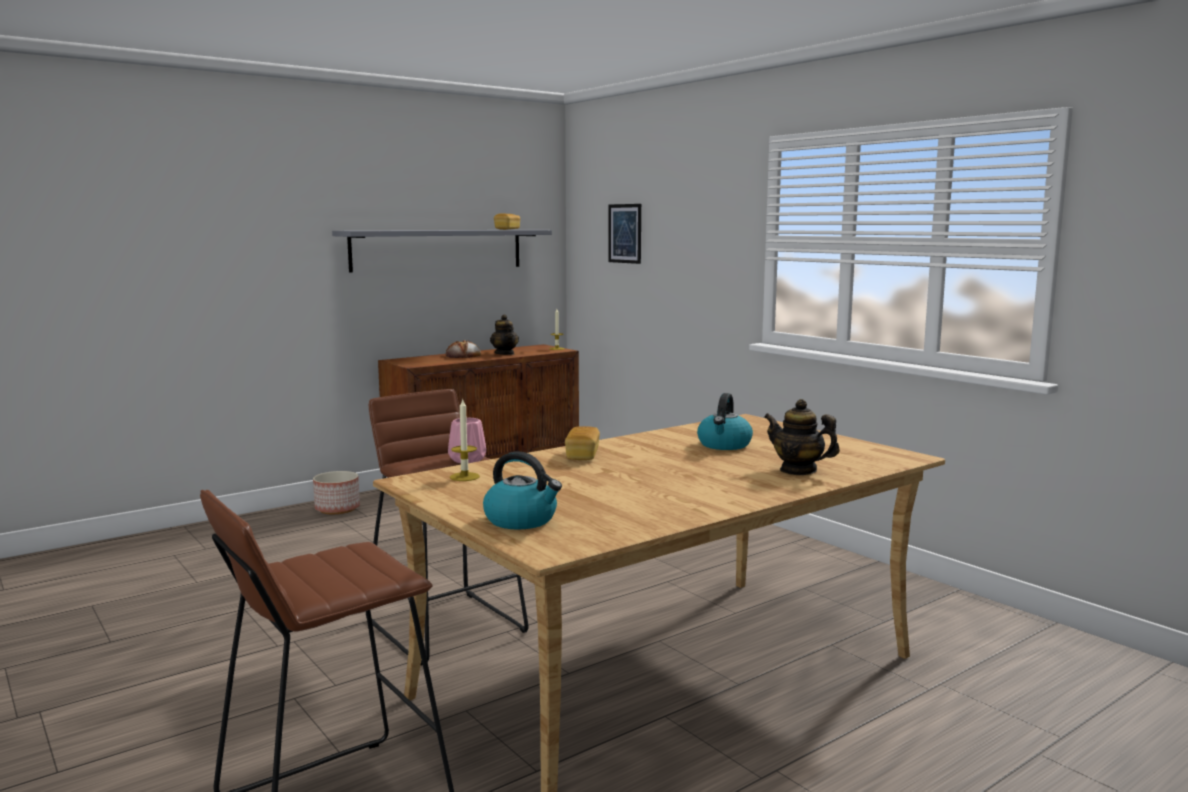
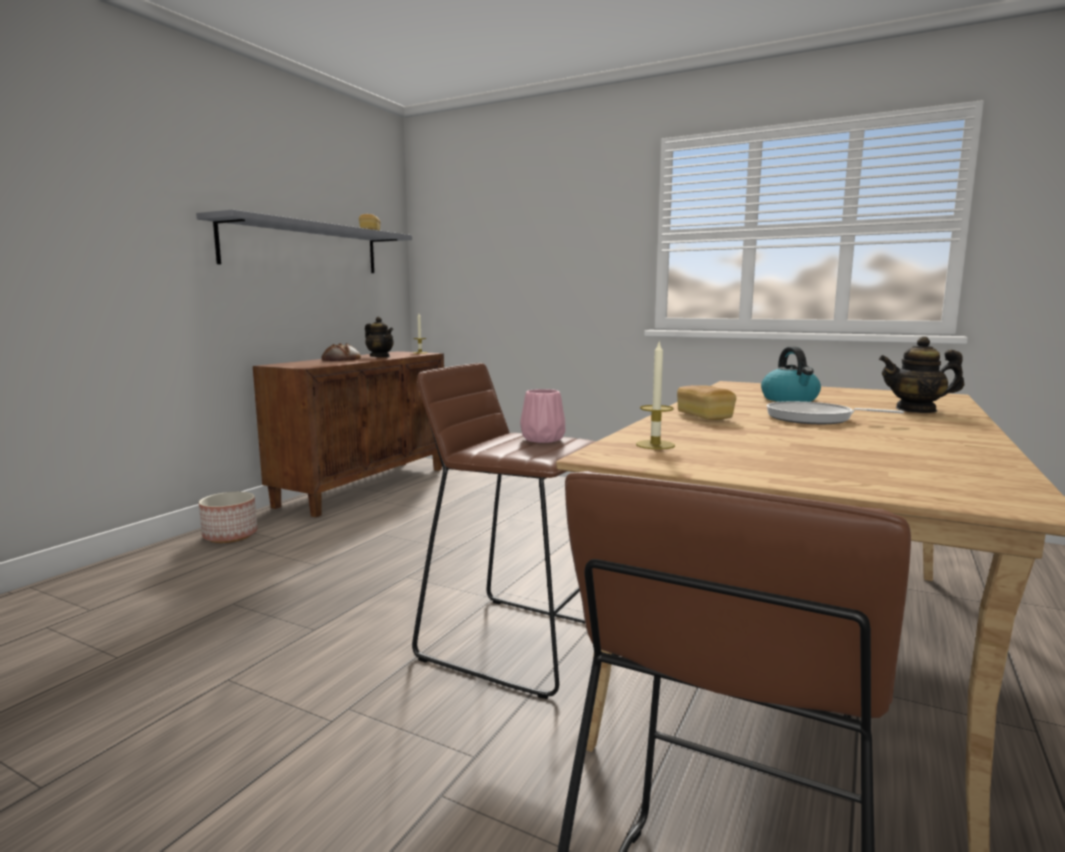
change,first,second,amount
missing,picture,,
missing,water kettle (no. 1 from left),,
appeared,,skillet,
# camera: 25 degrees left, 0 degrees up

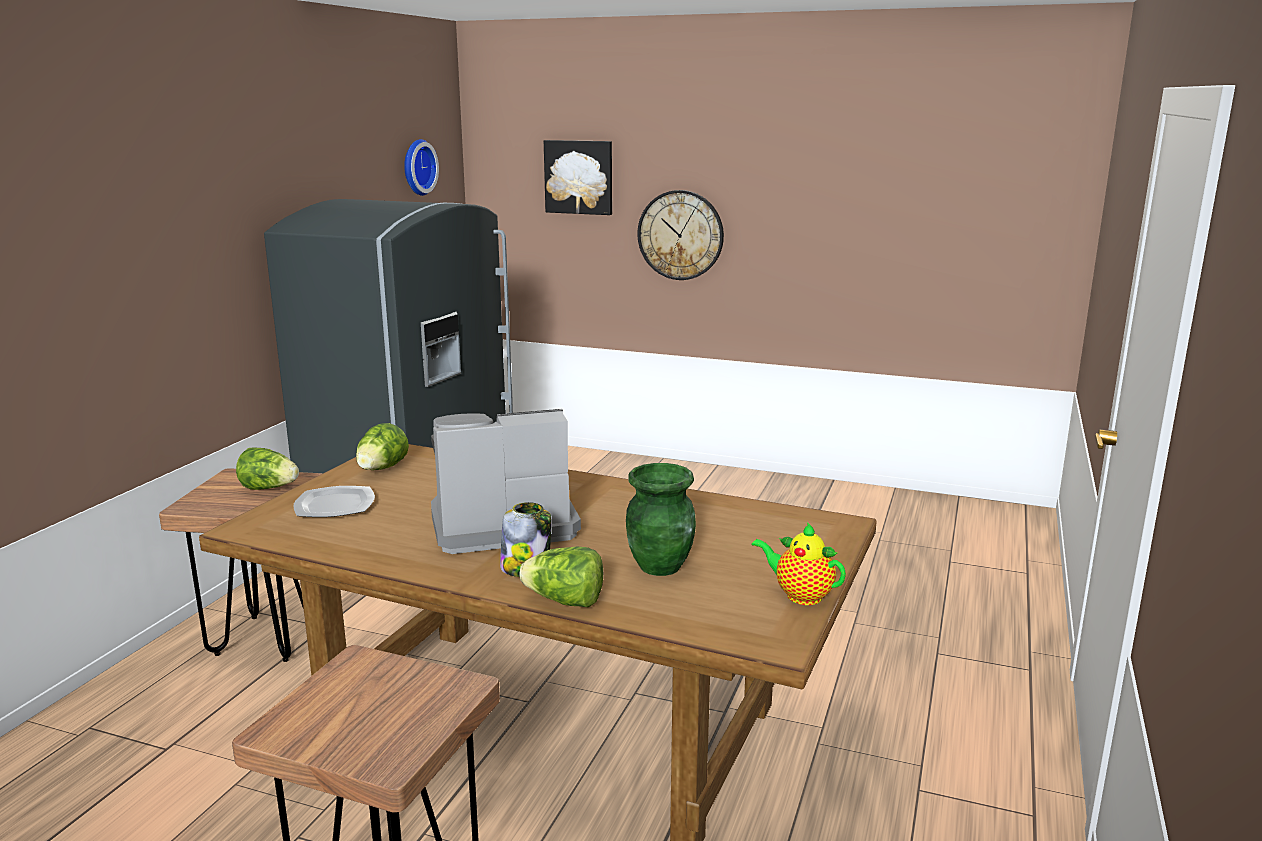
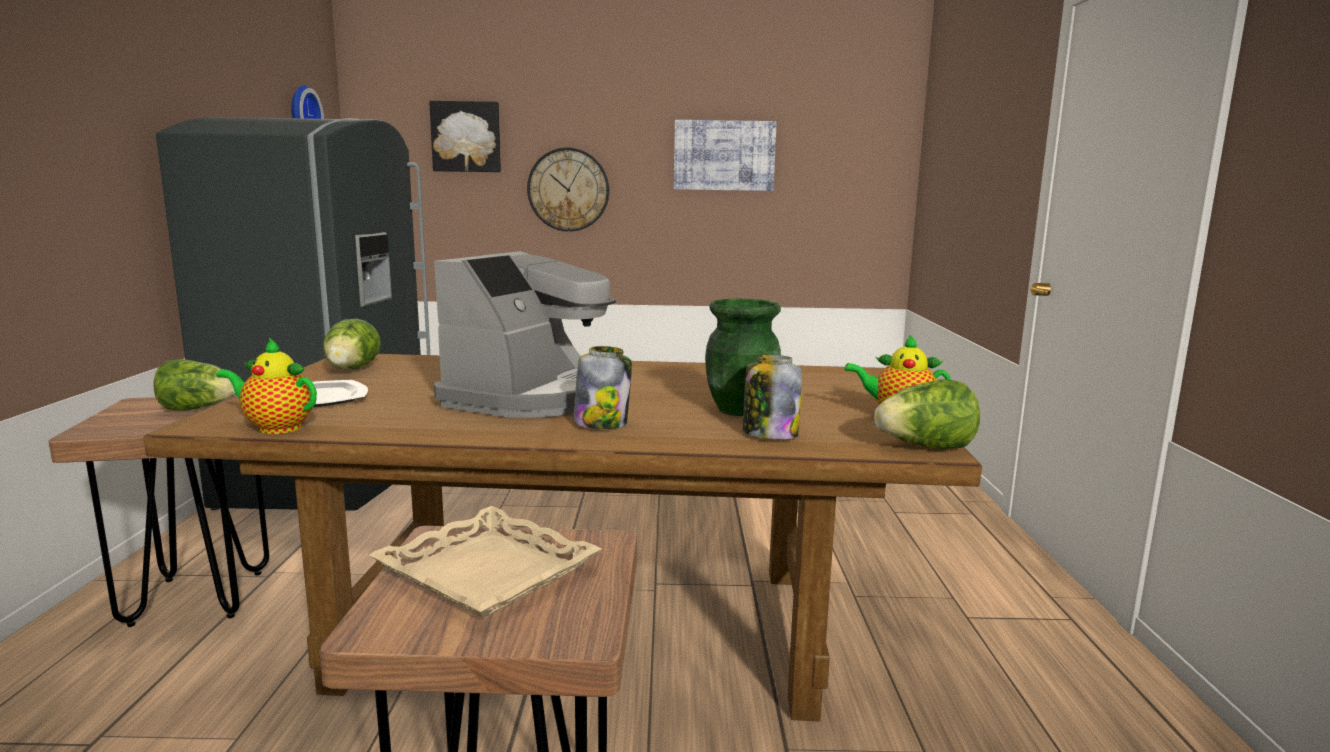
change,first,second,amount
spun,coffee machine,,150 degrees clockwise
relocated,lettuce head (no. 3 from left),,
appeared,,picture (no. 2 from left),
appeared,,pot for tea (no. 1 from left),
appeared,,storage jar (no. 2 from left),
appeared,,sand-coloured serving tray,
# camera: 20 degrees left, 5 degrees down

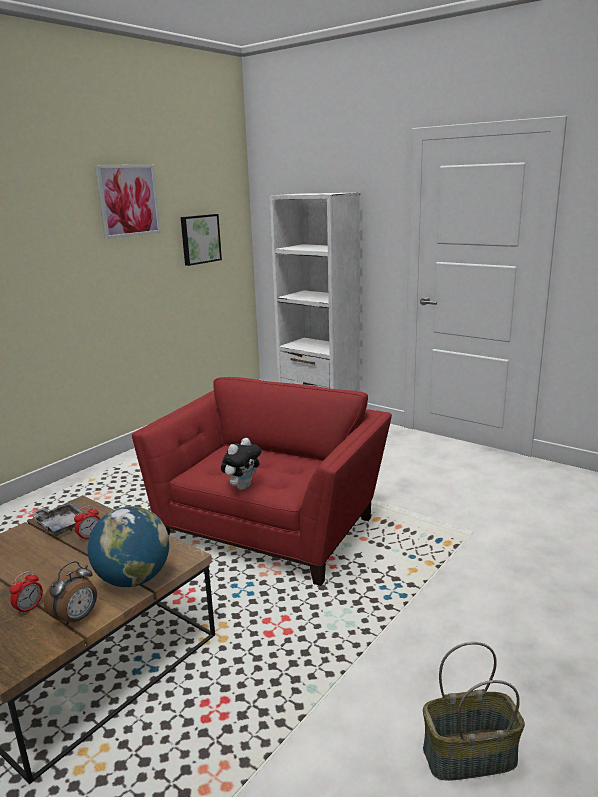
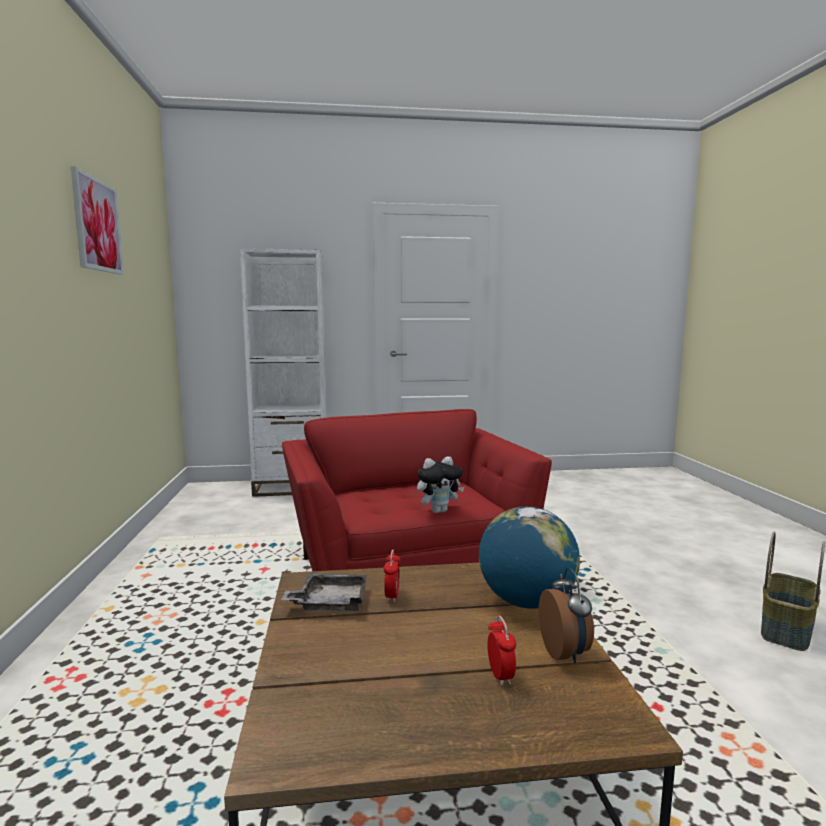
change,first,second,amount
missing,picture (no. 2 from left),,
spun,soft toy,,75 degrees clockwise
# camera: 45 degrees left, 10 degrees down

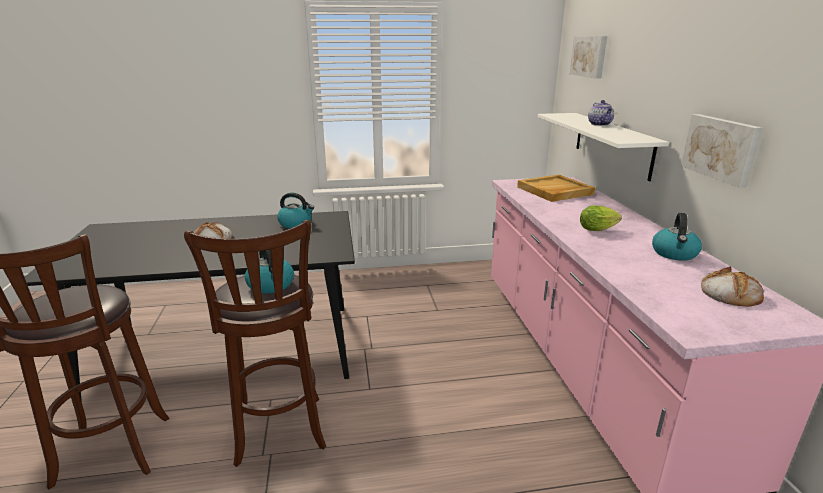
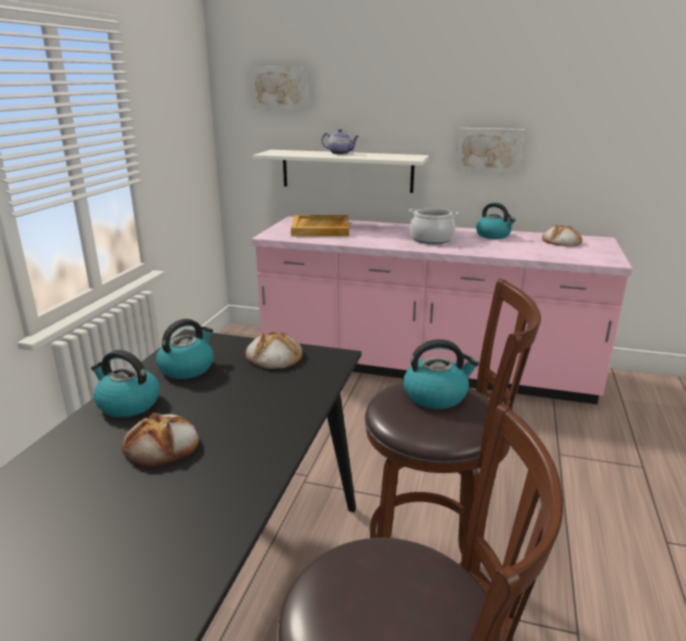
change,first,second,amount
exchanged,lettuce head,stockpot,
appeared,,bakery bread (no. 2 from left),
appeared,,water kettle (no. 1 from left),
# camera: 65 degrees left, 0 degrees up

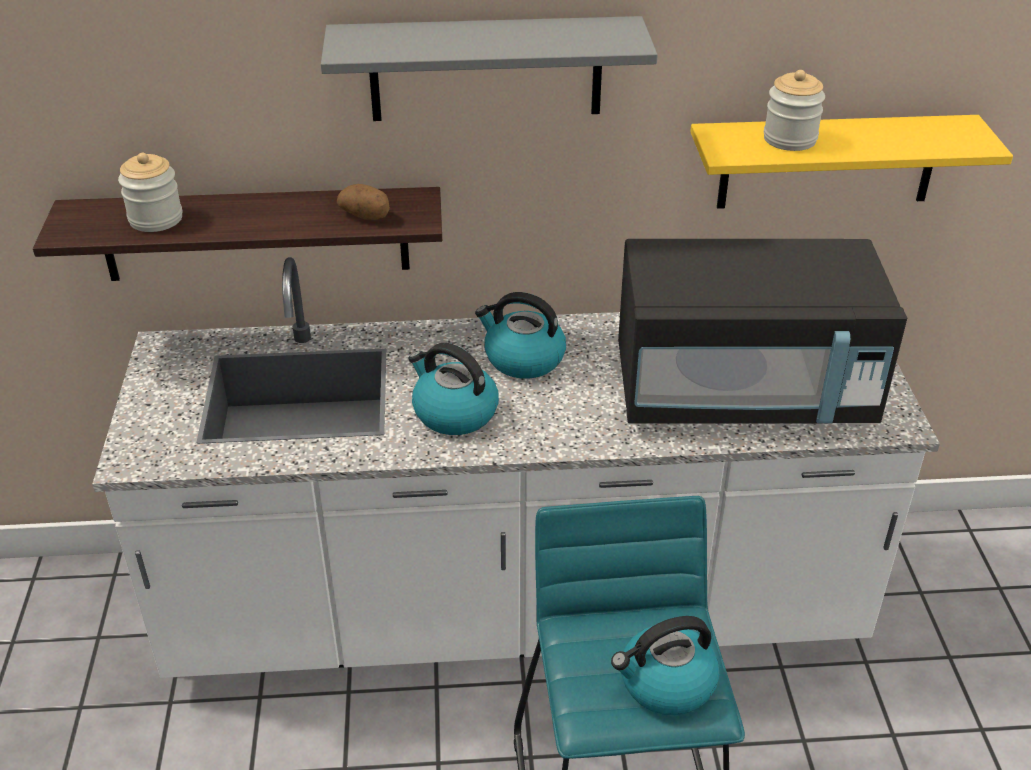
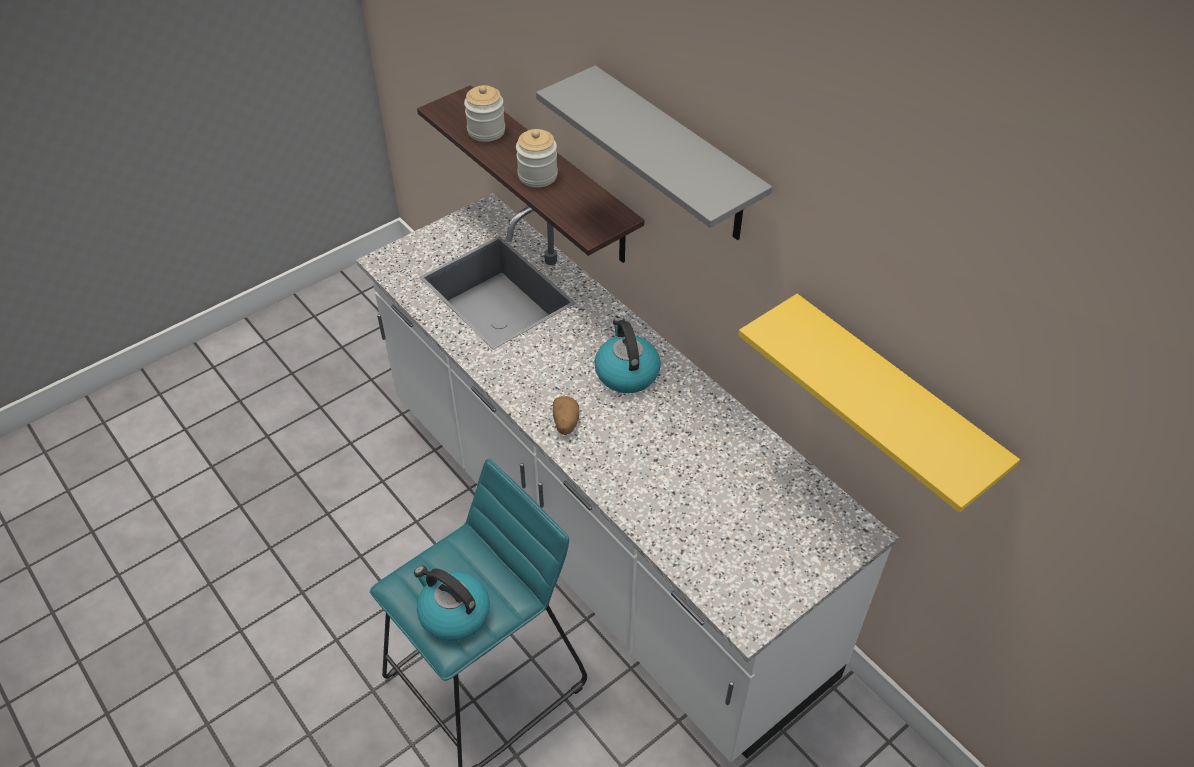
change,first,second,amount
relocated,storage jar (no. 2 from left),,
relocated,spud,,
missing,black kitchen microwave,,
missing,water kettle (no. 1 from left),,
# camera: 55 degrees right, 10 degrees up

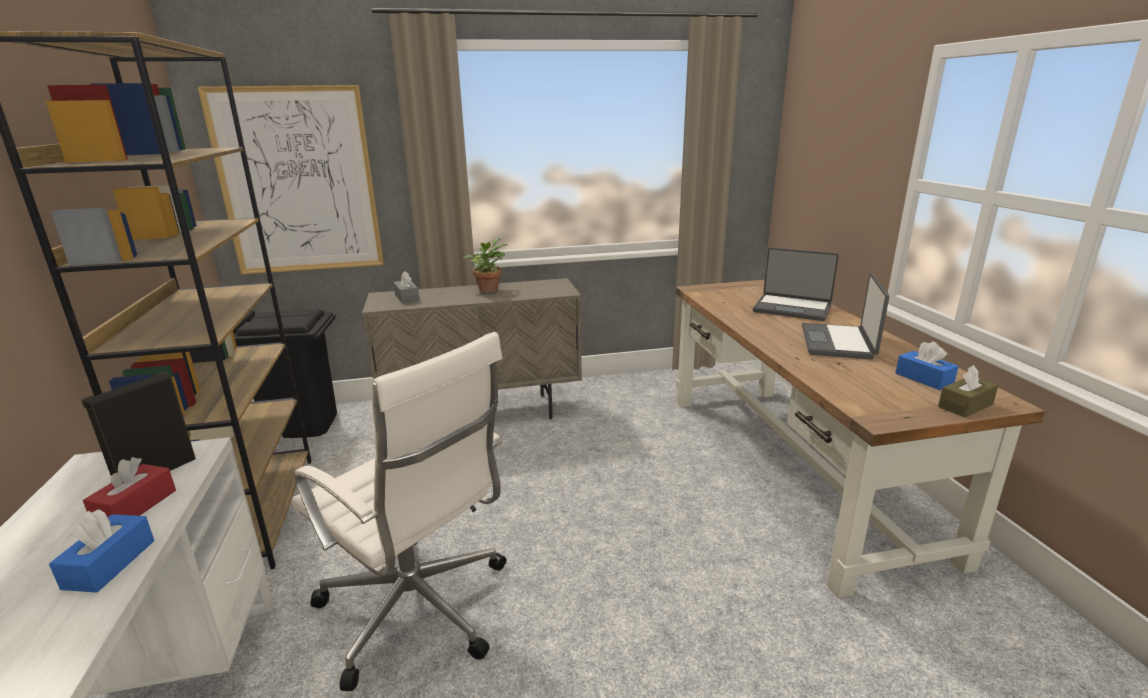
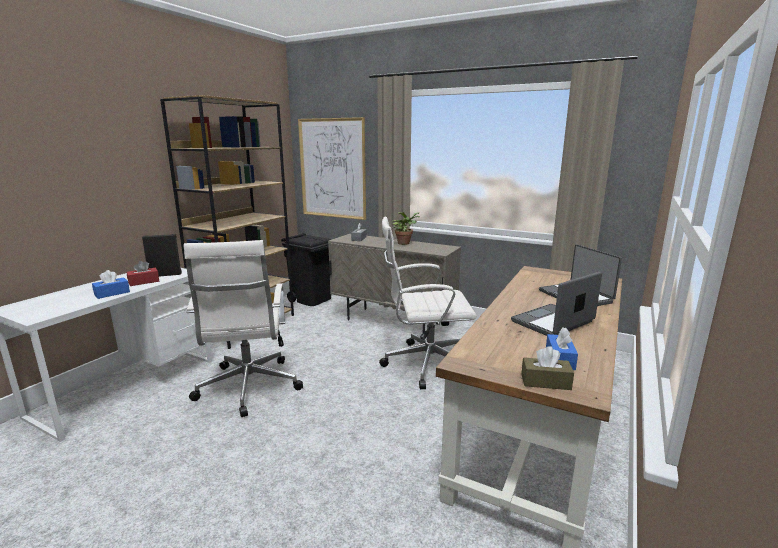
change,first,second,amount
appeared,,white-coloured computer chair (no. 2 from left),
# camera: 40 degrees right, 5 degrees down

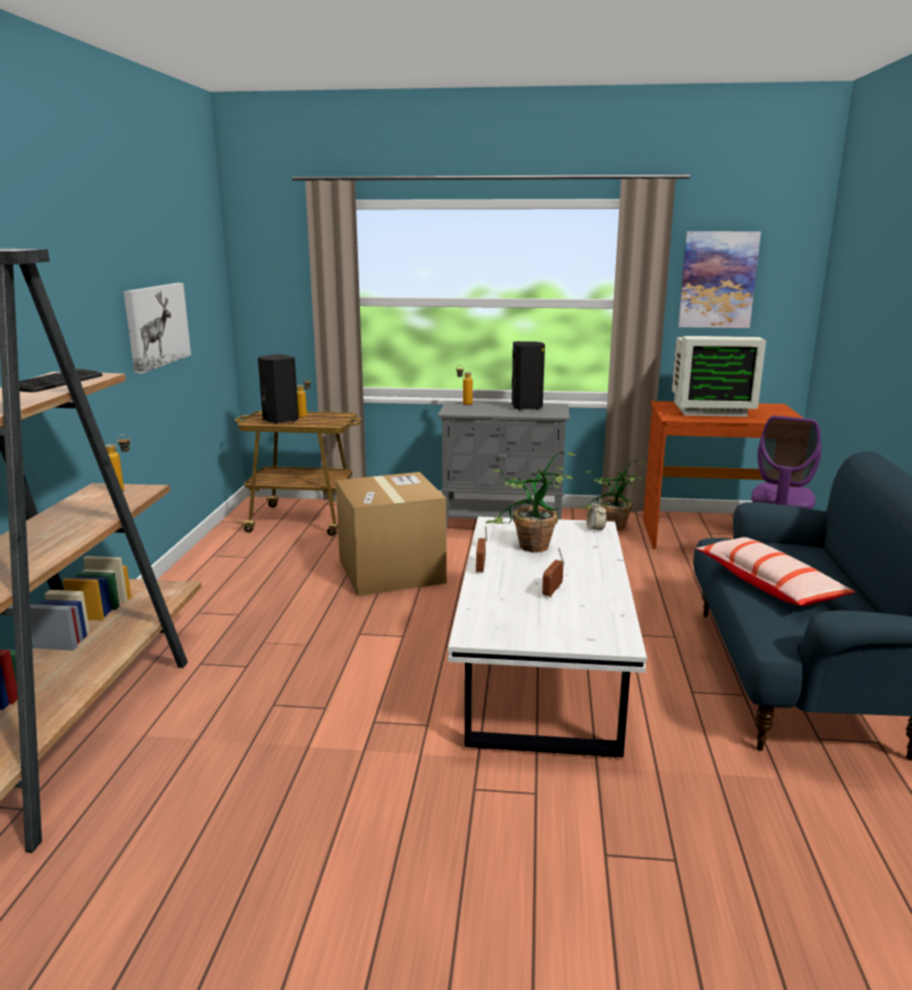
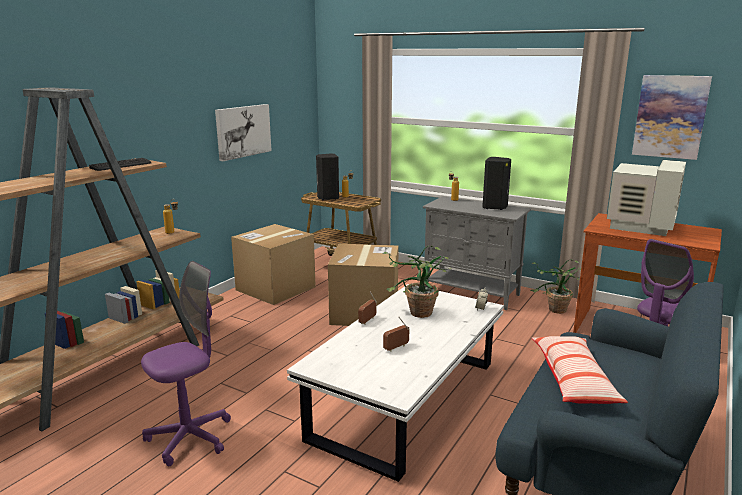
change,first,second,amount
spun,monitor,,90 degrees counterclockwise
appeared,,packing box (no. 1 from left),
appeared,,purple computer chair (no. 1 from left),
# camera: 25 degrees right, 0 degrees up

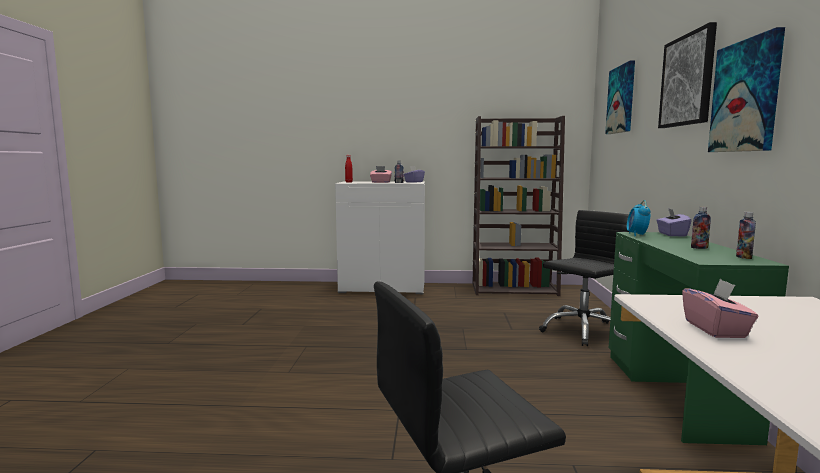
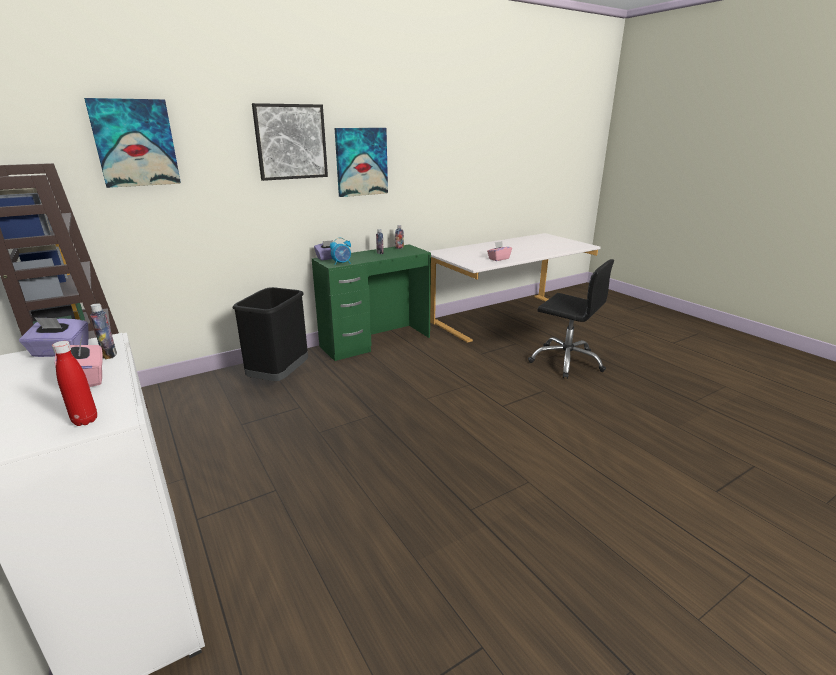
change,first,second,amount
exchanged,black computer chair (no. 2 from left),black rubbish bin,
# camera: 125 degrees left, 15 degrees up

